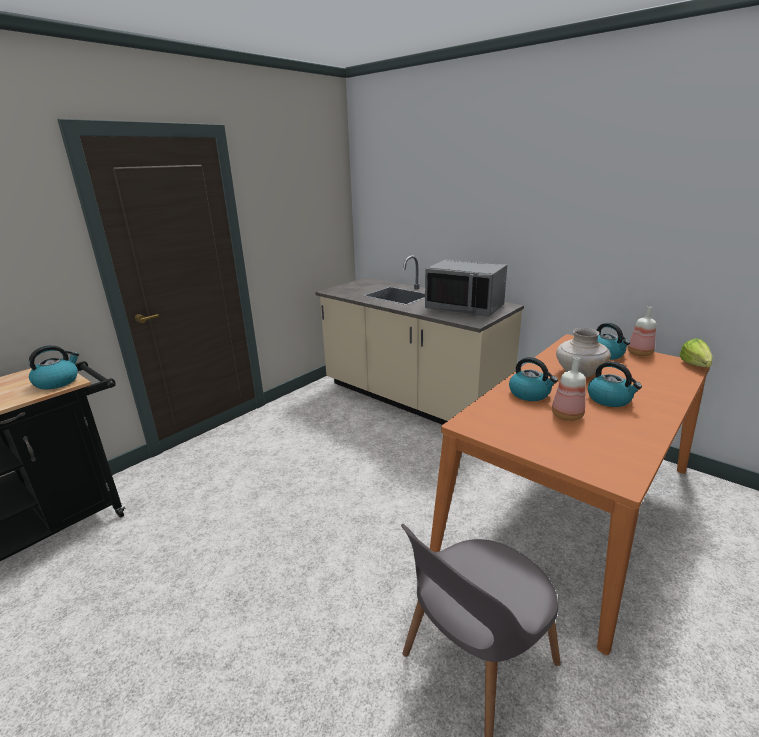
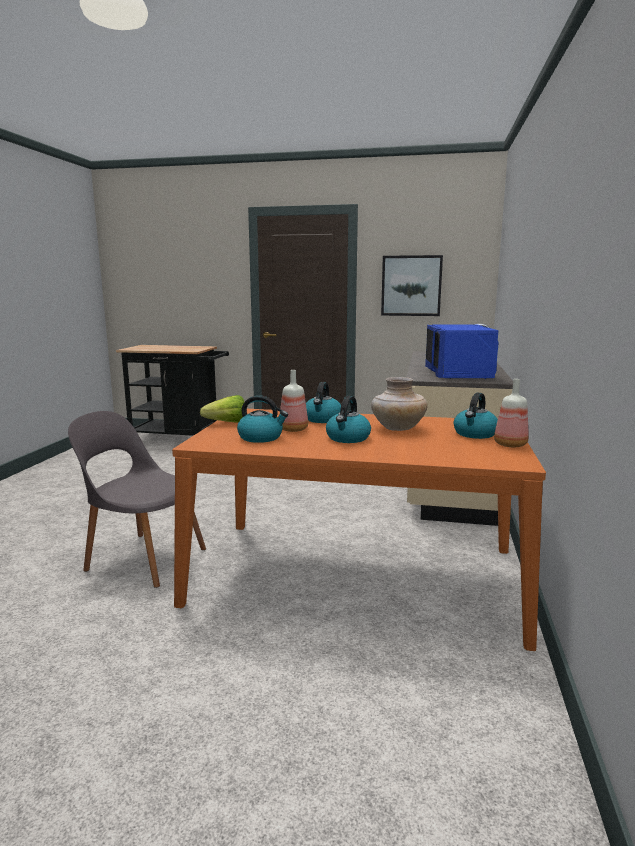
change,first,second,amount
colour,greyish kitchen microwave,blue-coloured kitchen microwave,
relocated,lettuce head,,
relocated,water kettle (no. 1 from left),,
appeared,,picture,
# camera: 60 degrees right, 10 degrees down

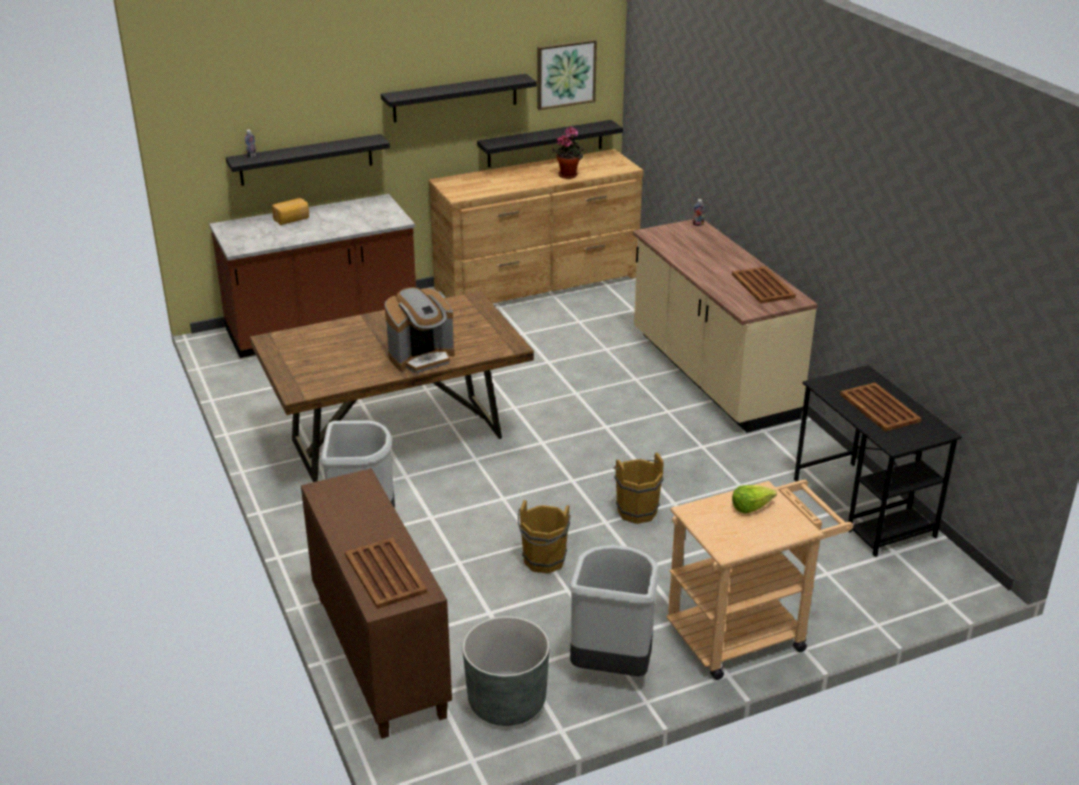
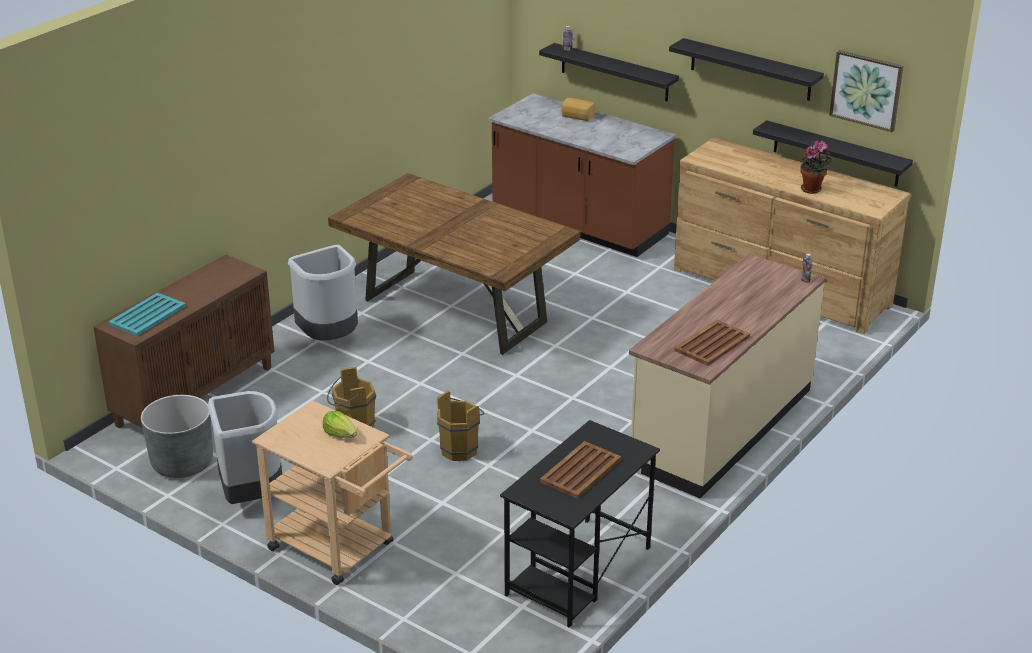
change,first,second,amount
missing,coffee machine,,
colour,brown serving tray (no. 1 from left),blue-green serving tray,
# camera: 60 degrees right, 0 degrees up

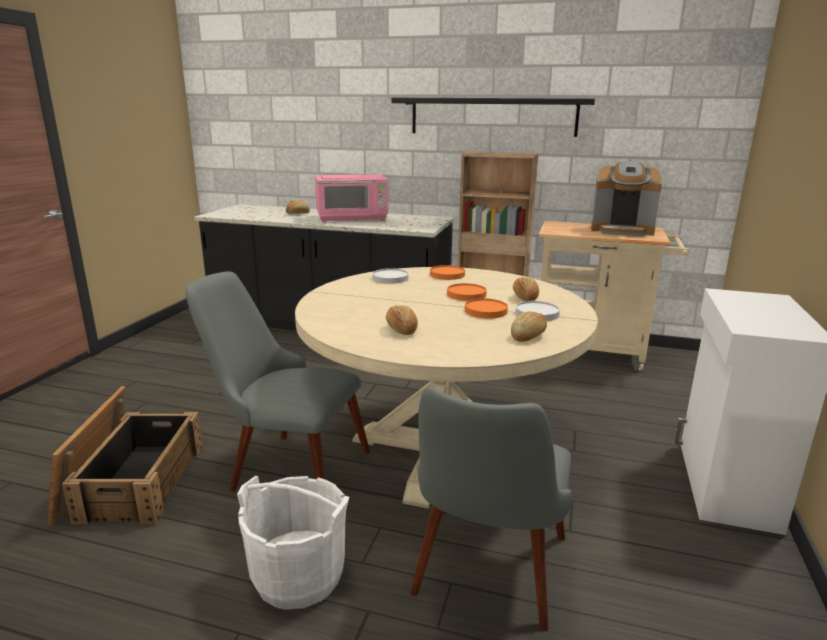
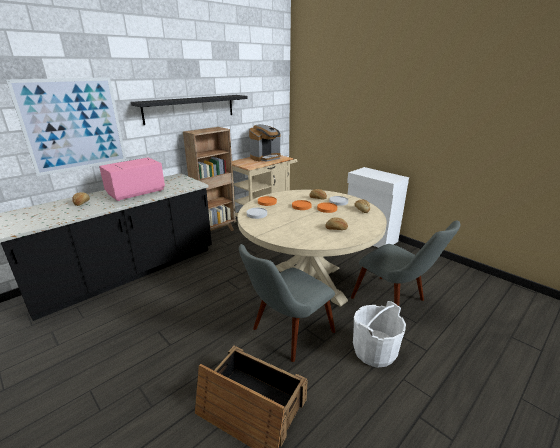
change,first,second,amount
spun,pinkish kitchen microwave,,150 degrees counterclockwise
appeared,,picture,
# camera: 60 degrees left, 5 degrees up

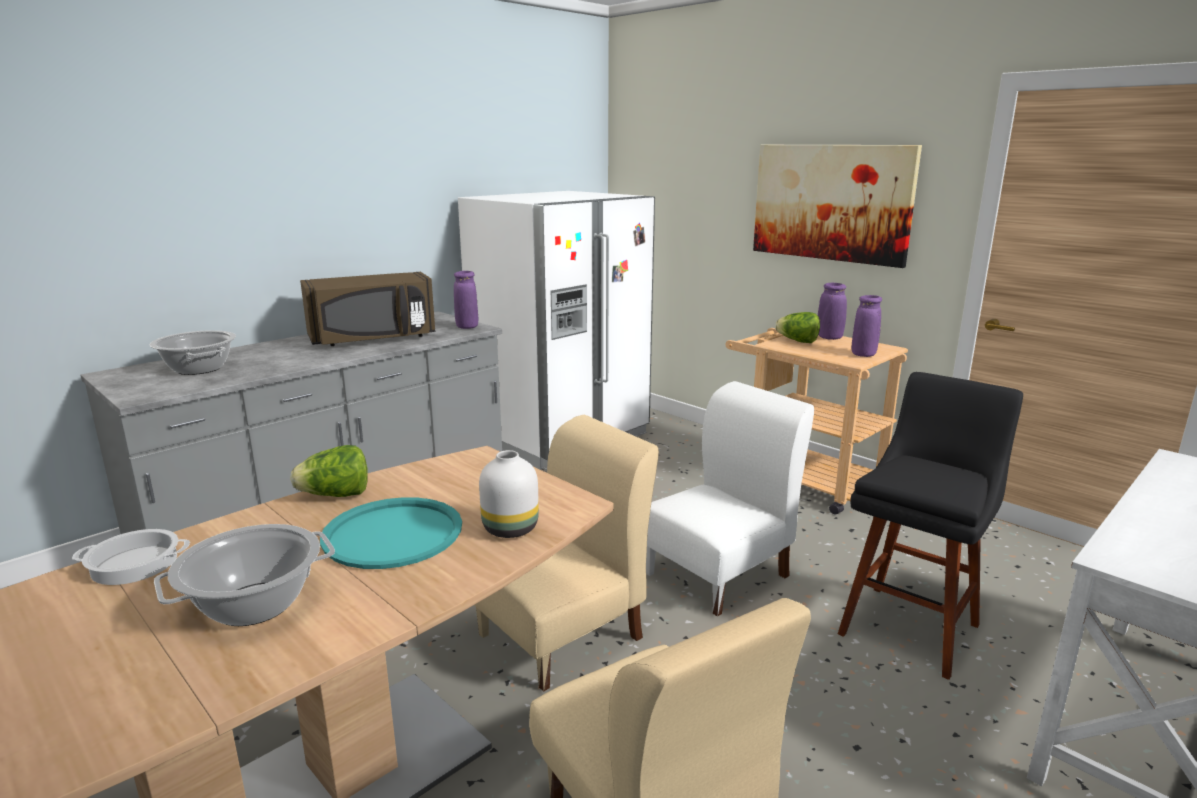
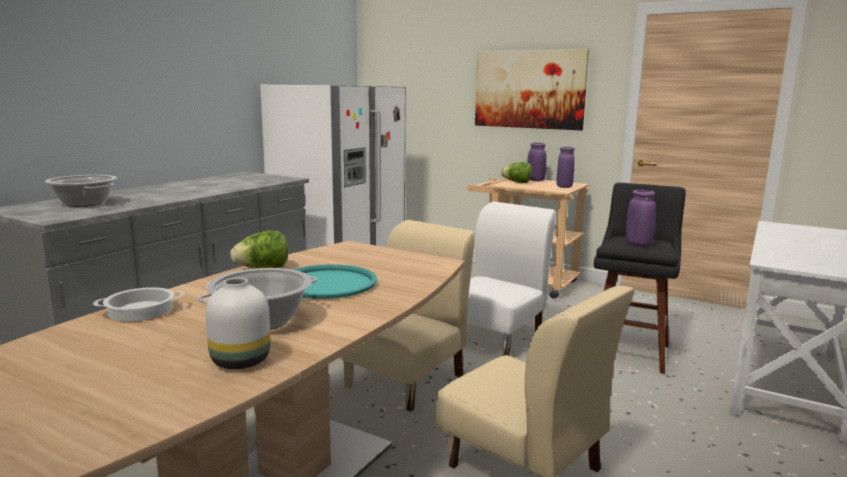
change,first,second,amount
relocated,purple vase (no. 1 from left in the first image),purple vase (no. 3 from left),
missing,brown kitchen microwave,,
relocated,white-coloured vase,,
# camera: 15 degrees left, 5 degrees down

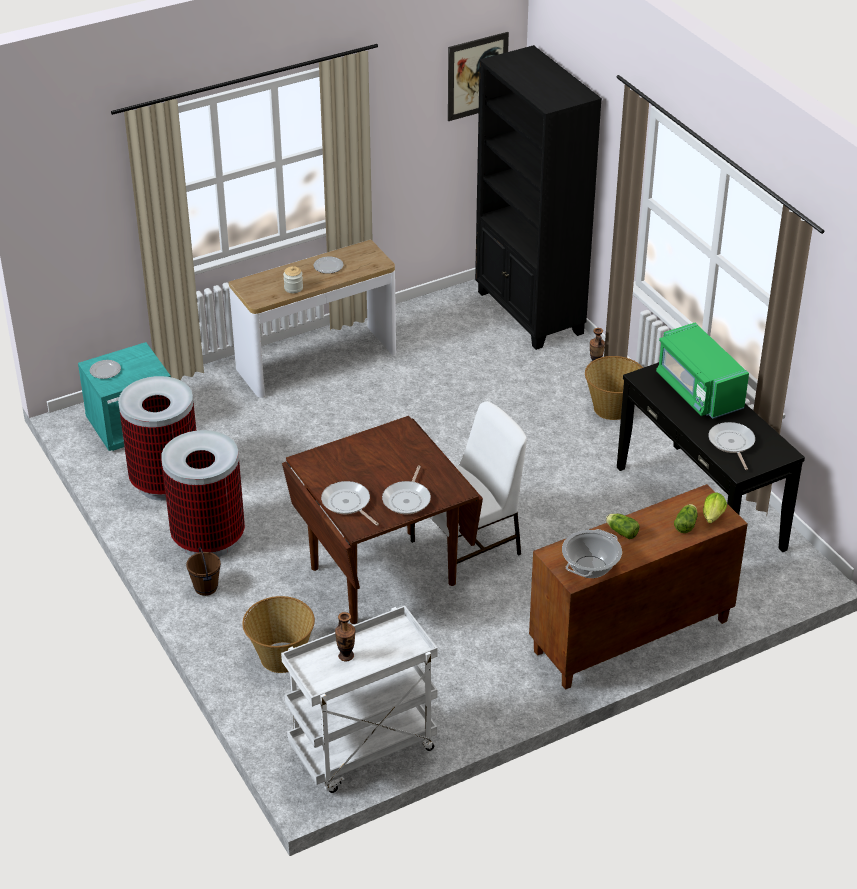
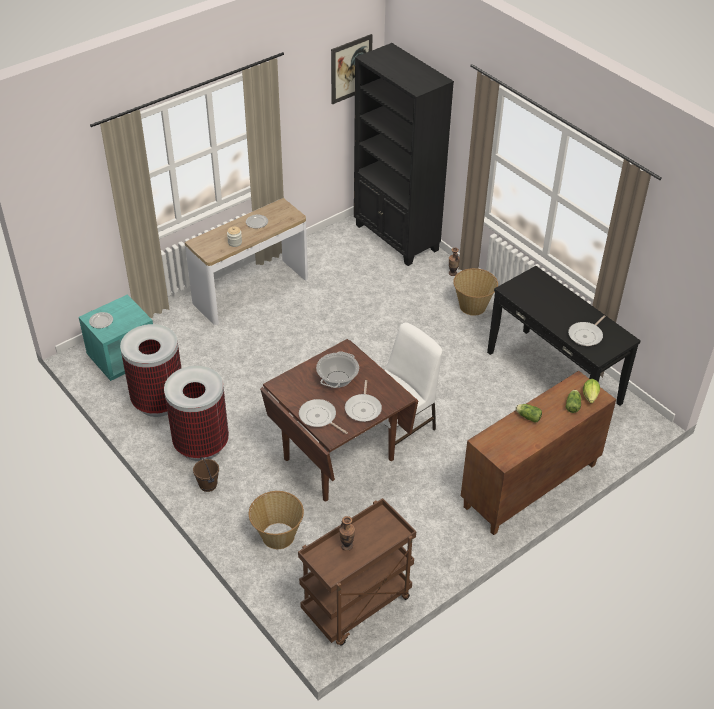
change,first,second,amount
missing,greenish kitchen microwave,,
spun,skillet (no. 3 from left),,120 degrees counterclockwise
relocated,stockpot,,
colour,white-coloured cart,brown cart,
# camera: 10 degrees left, 5 degrees up

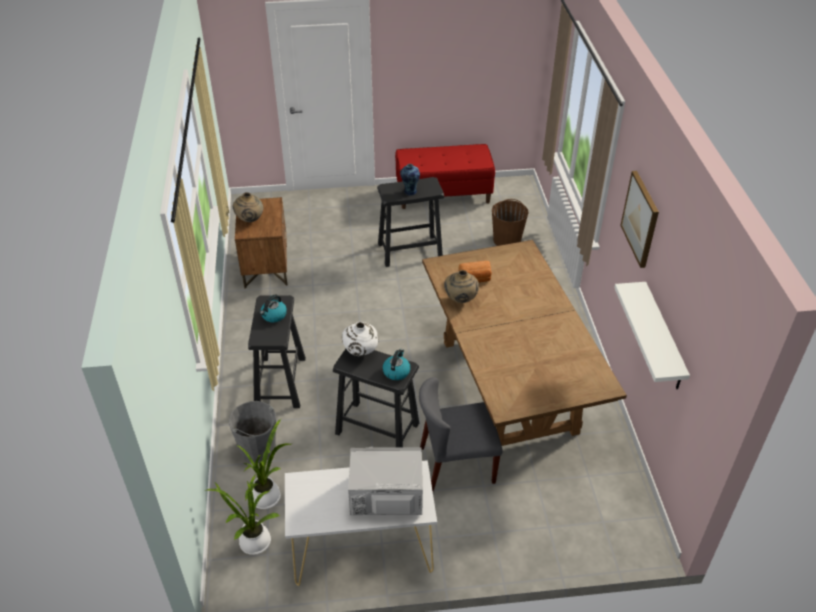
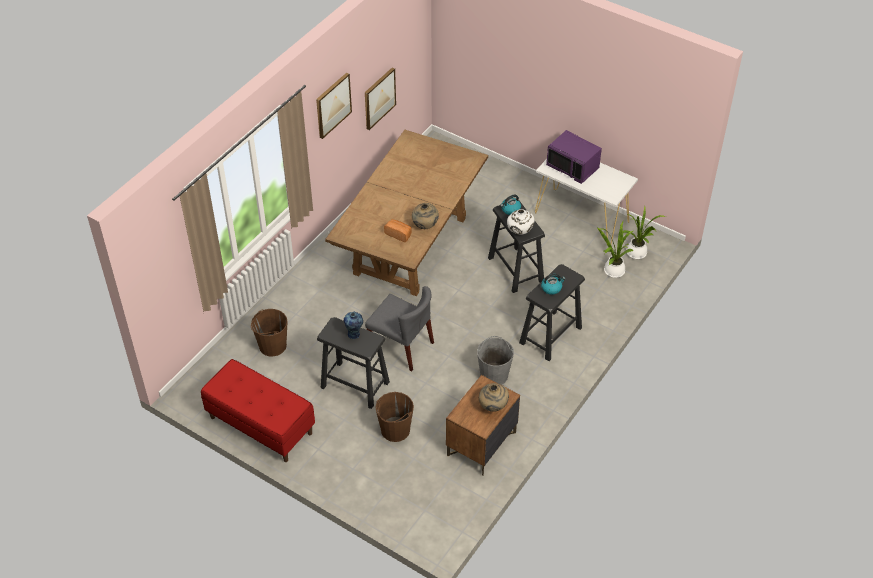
change,first,second,amount
exchanged,white-coloured bracket shelf,picture (no. 2 from left),
relocated,greyish upright chair,,
relocated,greyish pail,,
colour,greyish kitchen microwave,purple kitchen microwave,
appeared,,brown pail (no. 2 from left),
# camera: 140 degrees left, 5 degrees up

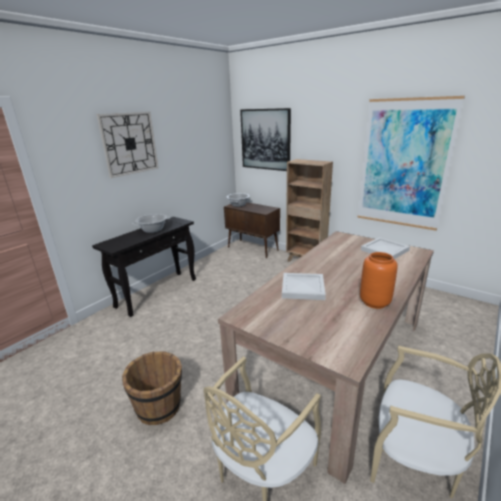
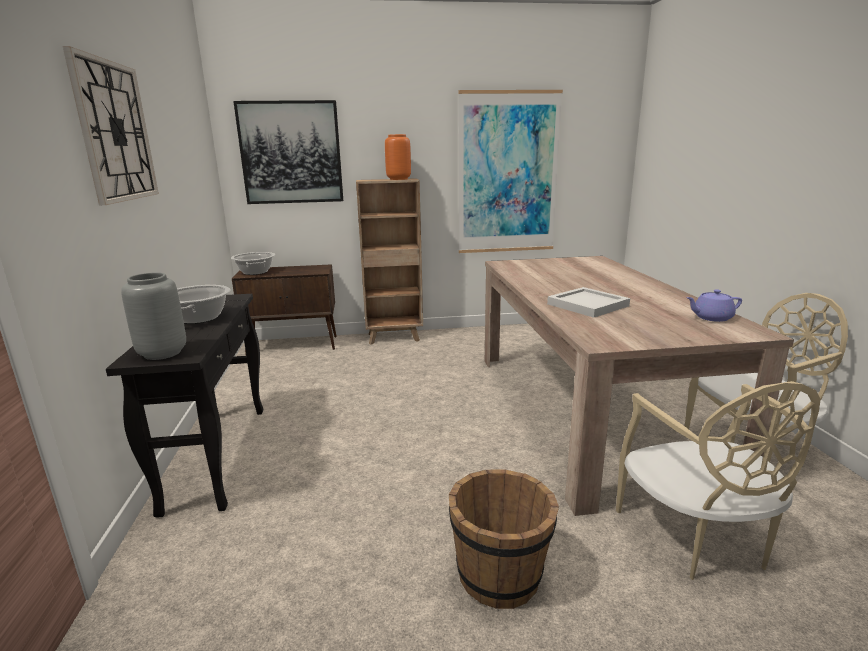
change,first,second,amount
missing,white-coloured serving tray (no. 2 from left),,
relocated,orangey vase,,
appeared,,greyish vase,
appeared,,purple pot for tea,
# camera: 45 degrees left, 5 degrees down

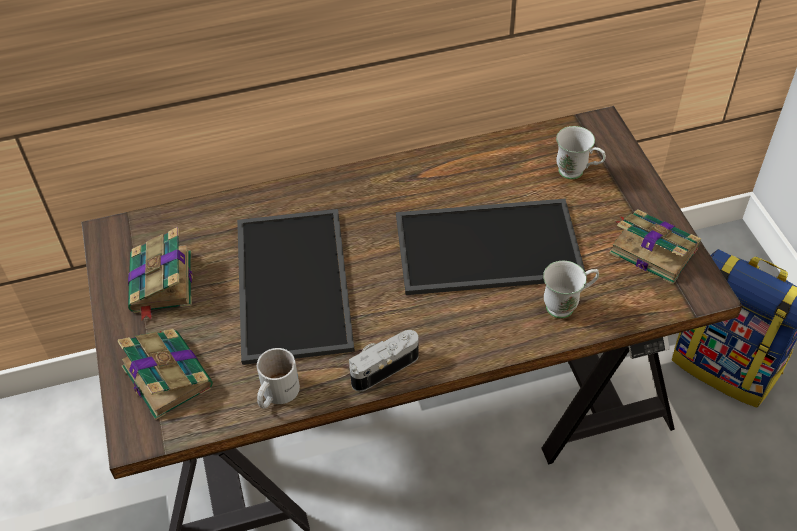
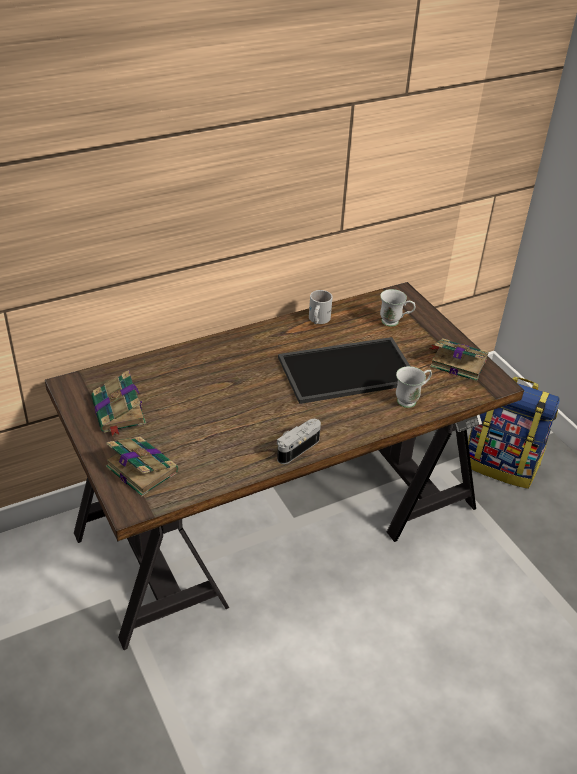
change,first,second,amount
missing,serving tray (no. 1 from left),,
relocated,white-coloured mug (no. 1 from left),,
# camera: 15 degrees left, 10 degrees down

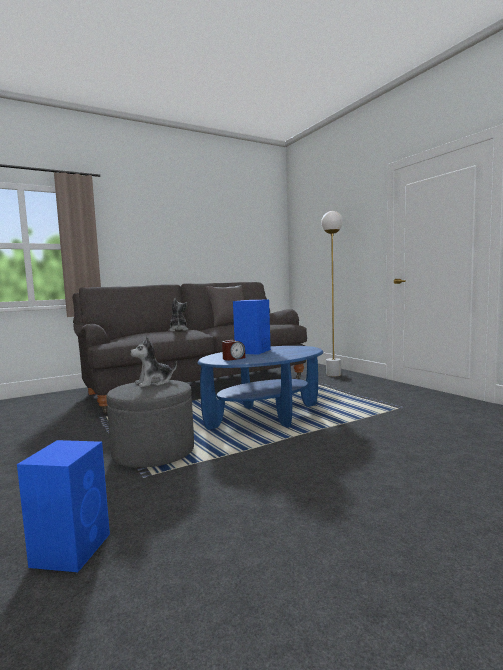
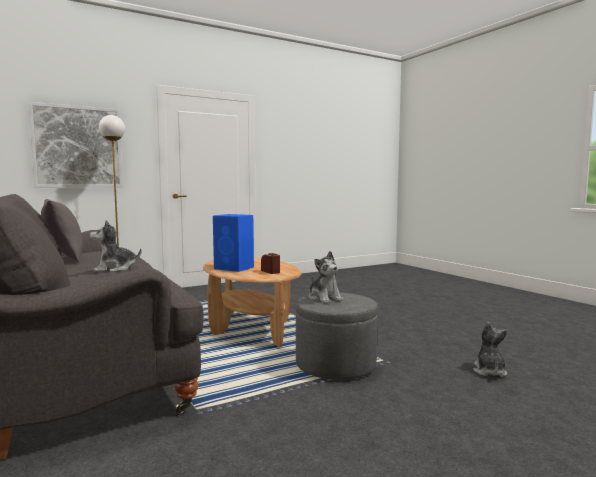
change,first,second,amount
colour,blue-coloured low table,brown low table,
exchanged,blue-coloured audio speaker (no. 1 from left),soft toy (no. 3 from left),
appeared,,picture,
# camera: 90 degrees left, 0 degrees up

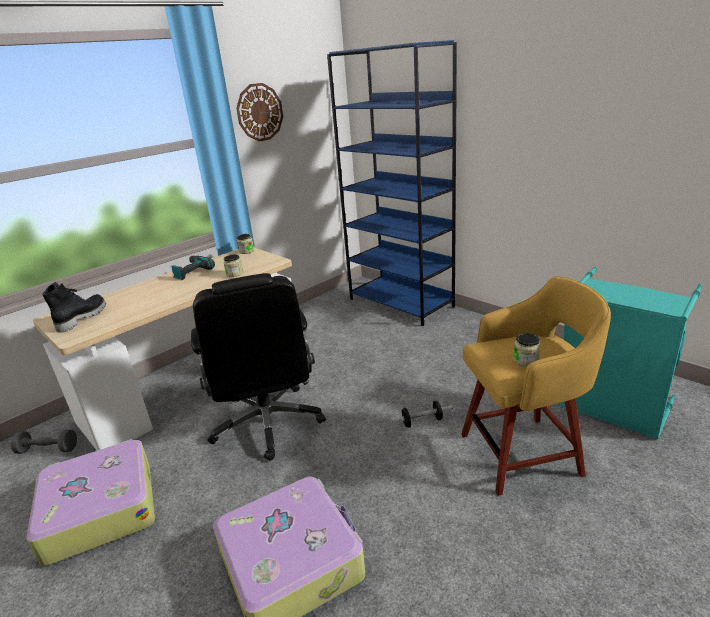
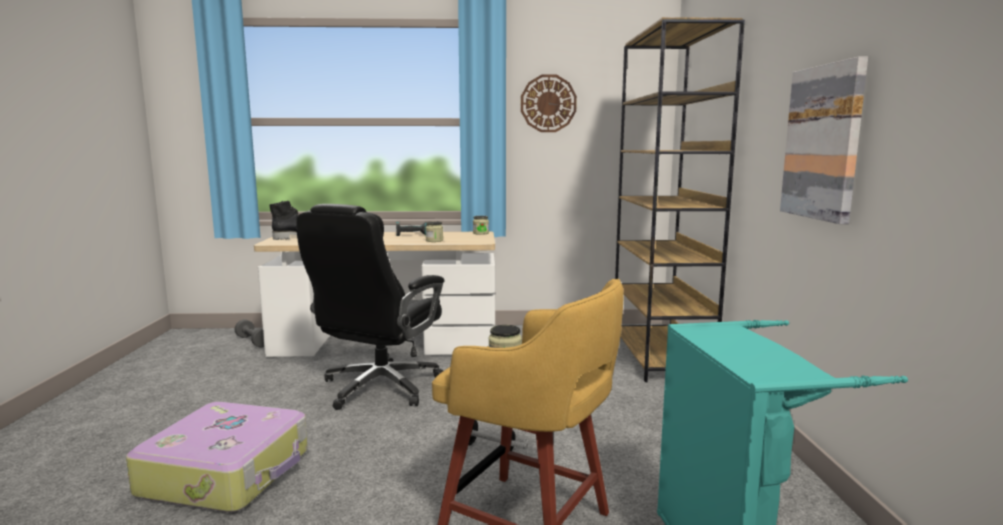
change,first,second,amount
colour,blue-coloured shelving unit,brown shelving unit,
missing,piece of luggage (no. 1 from left),,
appeared,,picture,
# camera: 40 degrees right, 15 degrees down

